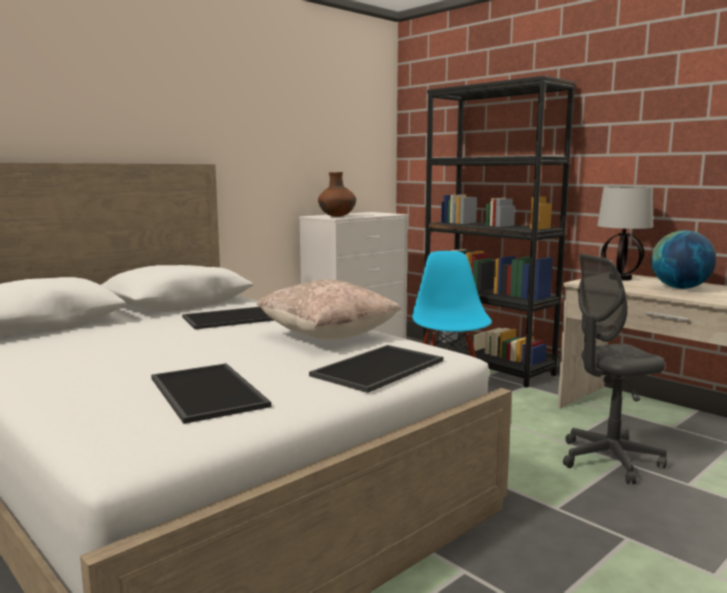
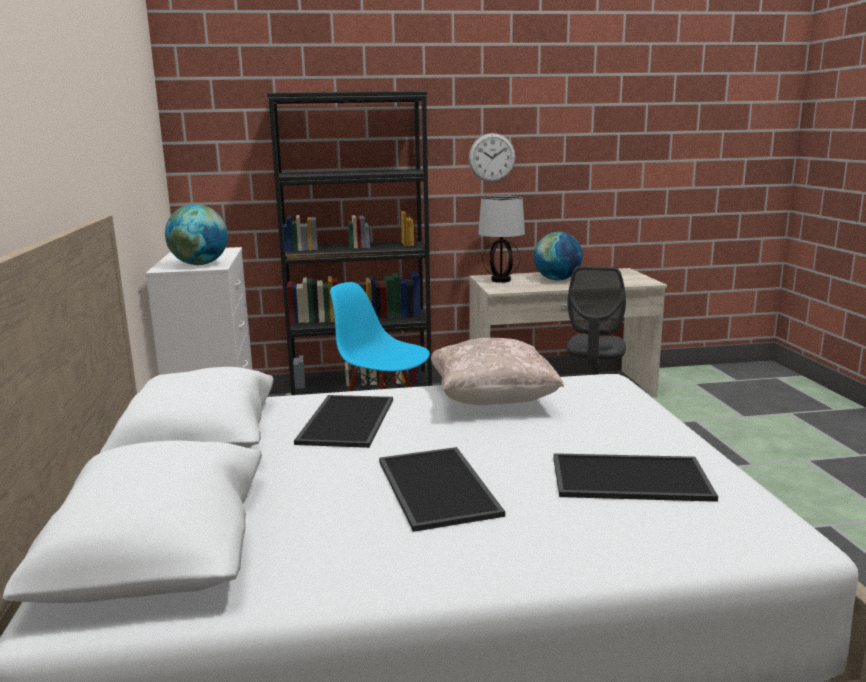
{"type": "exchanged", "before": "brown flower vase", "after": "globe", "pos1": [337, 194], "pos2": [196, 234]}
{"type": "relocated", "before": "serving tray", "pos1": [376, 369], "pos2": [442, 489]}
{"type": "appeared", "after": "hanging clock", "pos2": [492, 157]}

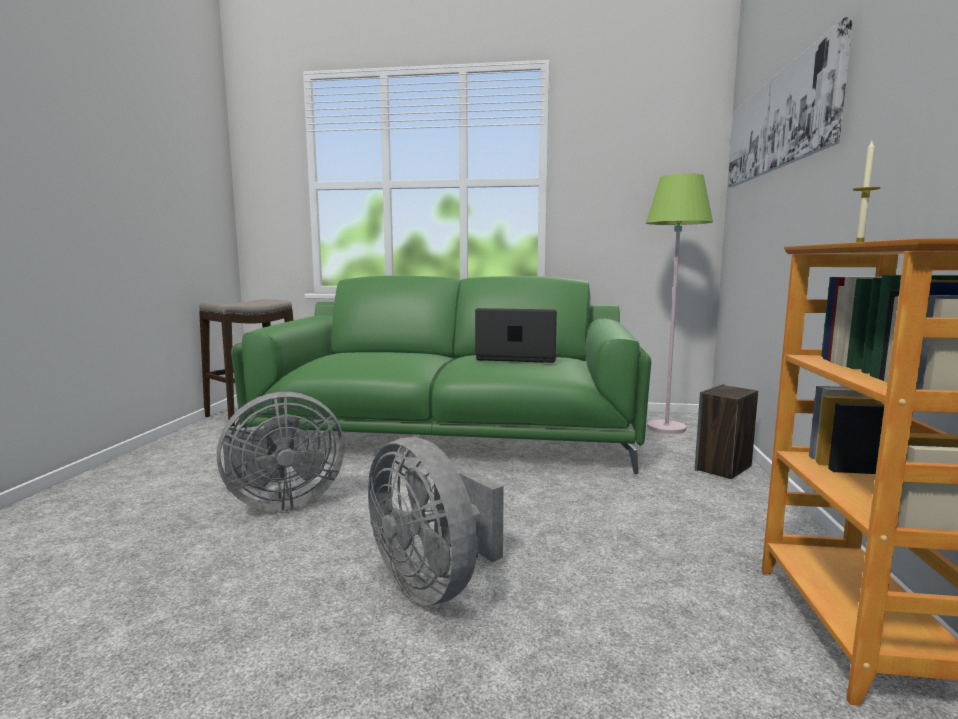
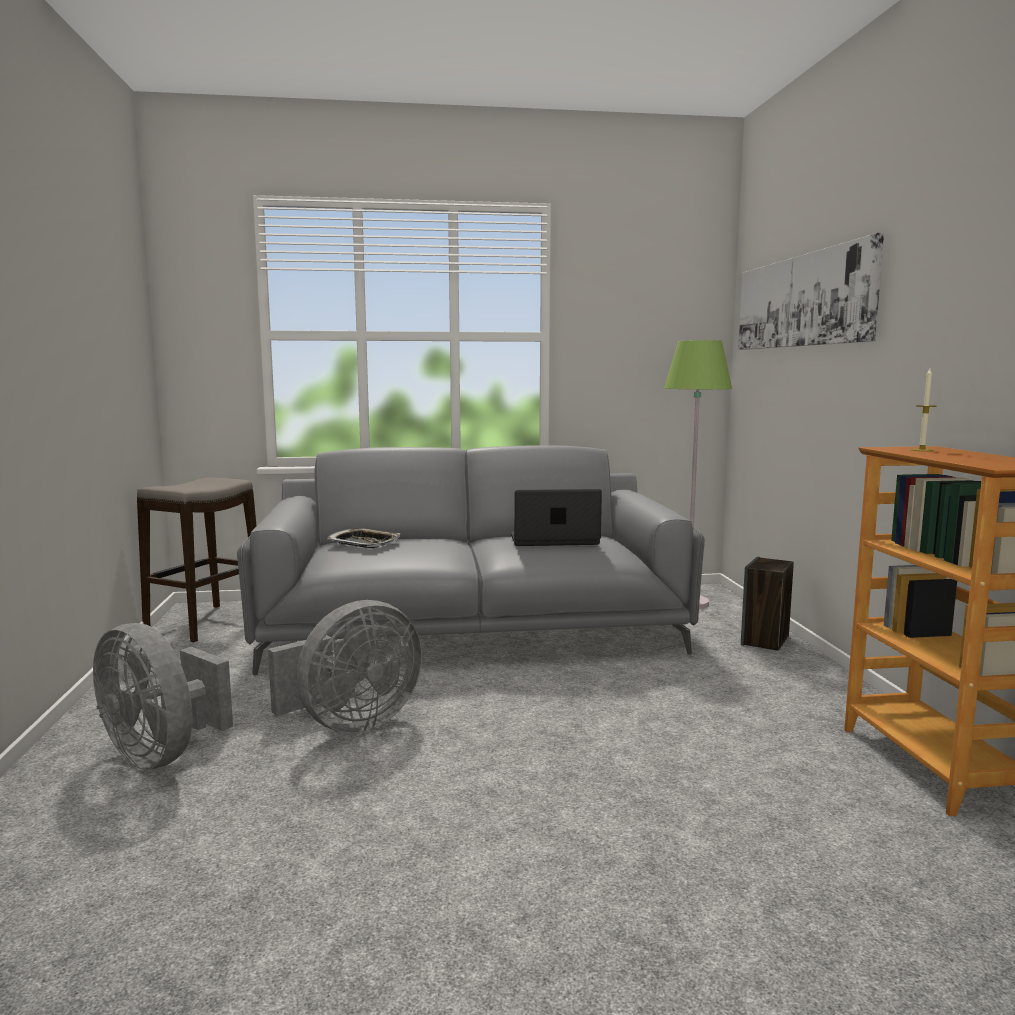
{"type": "relocated", "before": "greyish electric fan", "pos1": [436, 521], "pos2": [163, 696]}
{"type": "colour", "before": "green-coloured settee", "after": "greyish settee", "pos1": [441, 375], "pos2": [471, 560]}
{"type": "appeared", "after": "serving tray", "pos2": [363, 538]}

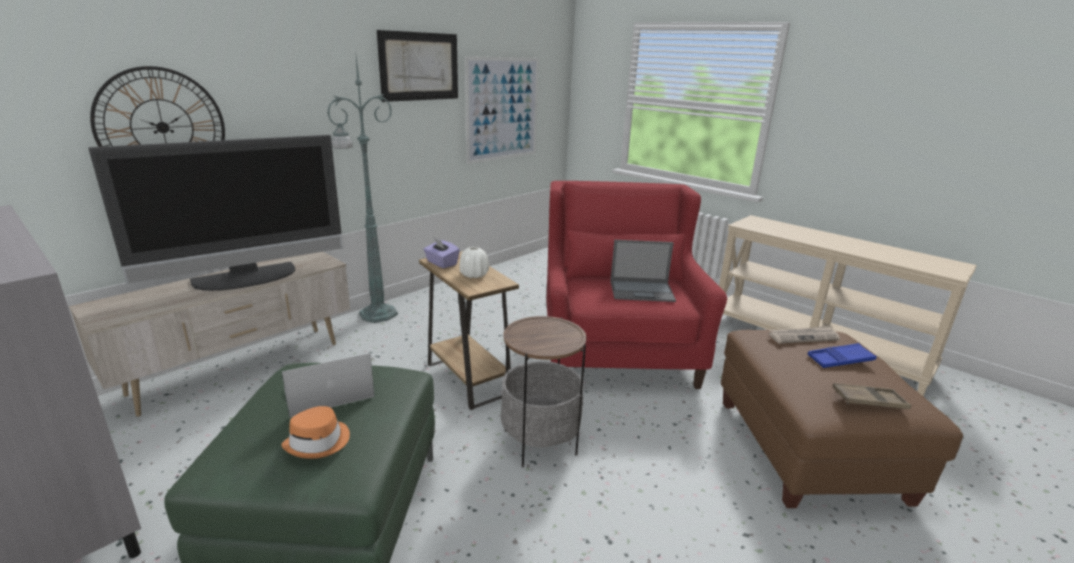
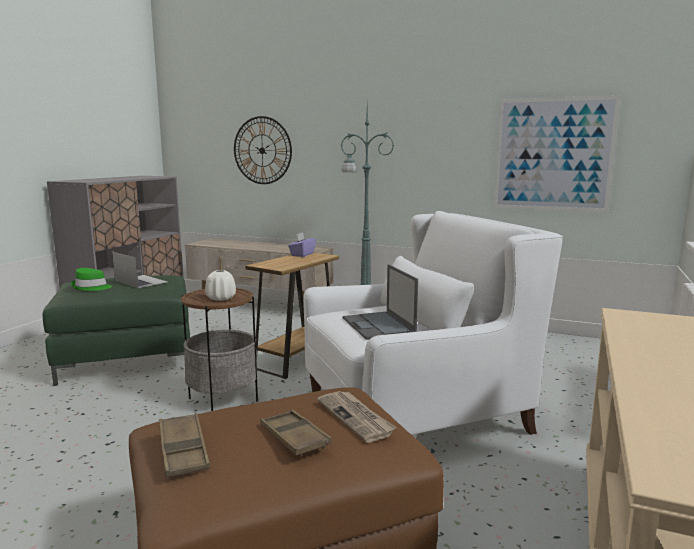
{"type": "colour", "before": "orangey clothing hat", "after": "green-coloured clothing hat", "pos1": [315, 432], "pos2": [91, 279]}
{"type": "relocated", "before": "whitish flower vase", "pos1": [474, 262], "pos2": [220, 285]}
{"type": "colour", "before": "blue-coloured serving tray", "after": "brown serving tray", "pos1": [842, 355], "pos2": [296, 433]}
{"type": "colour", "before": "reddish armchair", "after": "whitish armchair", "pos1": [636, 285], "pos2": [433, 323]}
{"type": "missing", "before": "TV set", "pos1": [215, 213]}
{"type": "missing", "before": "picture", "pos1": [417, 66]}

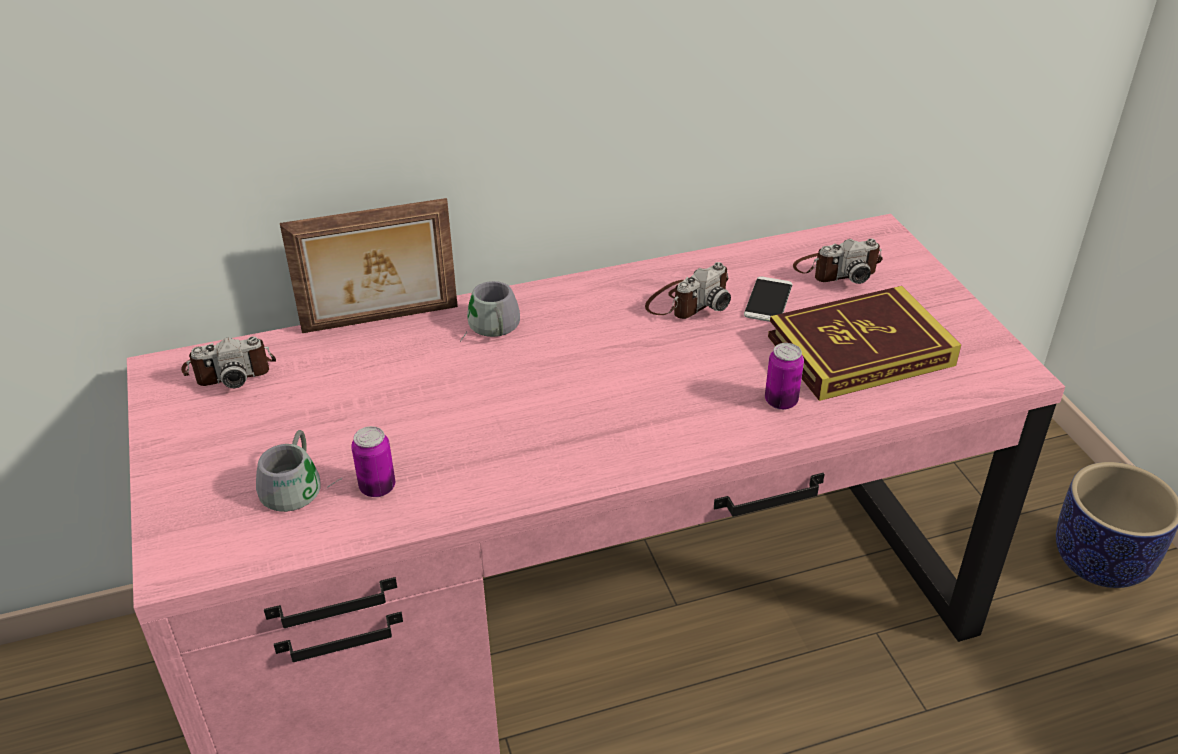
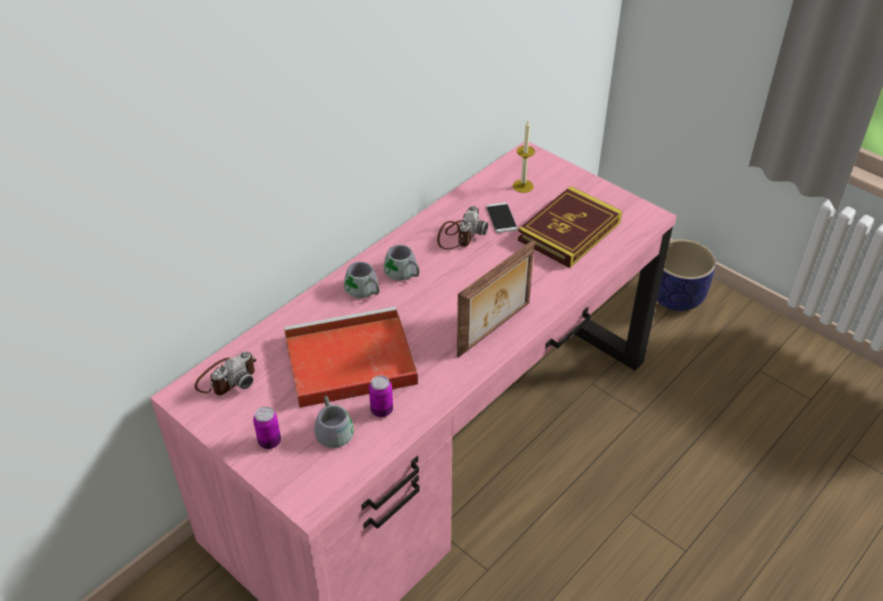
{"type": "relocated", "before": "sealed can", "pos1": [784, 376], "pos2": [267, 427]}
{"type": "appeared", "after": "reddish serving tray", "pos2": [351, 357]}
{"type": "appeared", "after": "greyish coffee mug", "pos2": [401, 266]}
{"type": "relocated", "before": "picture frame", "pos1": [369, 265], "pos2": [496, 299]}
{"type": "exchanged", "before": "photo camera", "after": "wax light", "pos1": [838, 261], "pos2": [524, 157]}

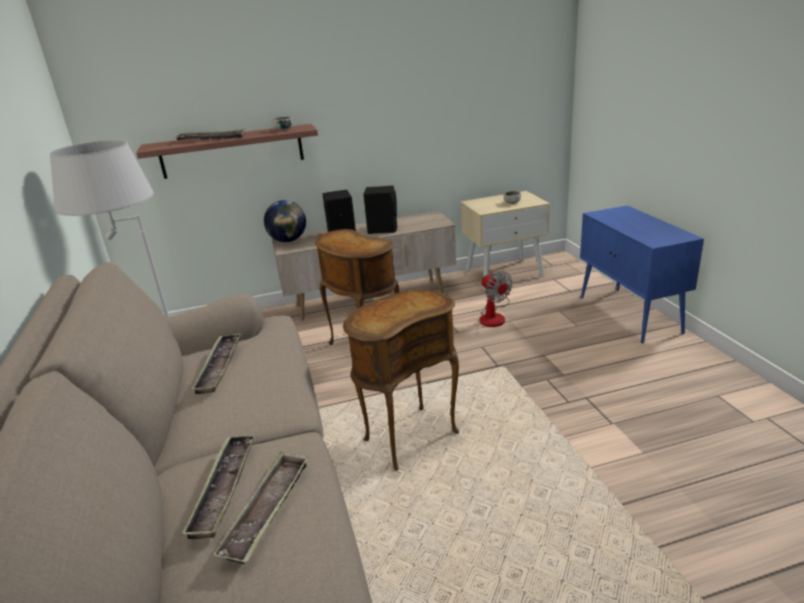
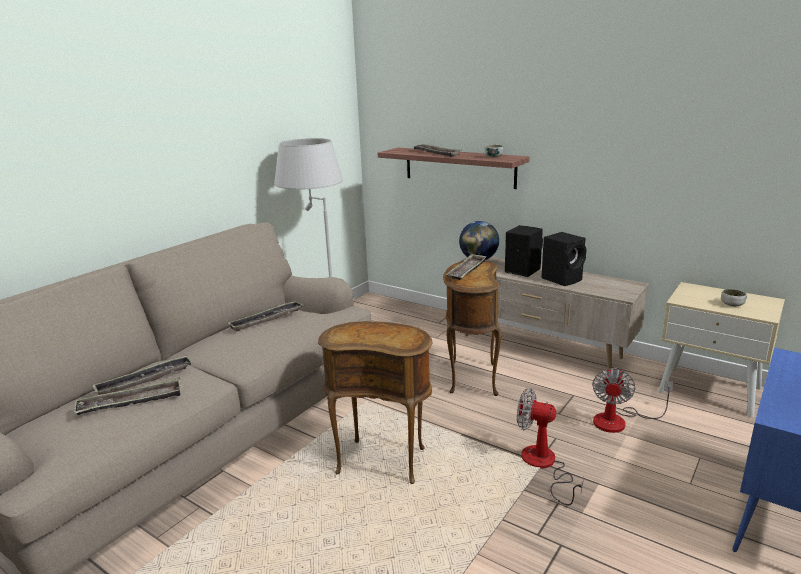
{"type": "appeared", "after": "serving tray", "pos2": [466, 267]}
{"type": "appeared", "after": "electric fan", "pos2": [550, 446]}

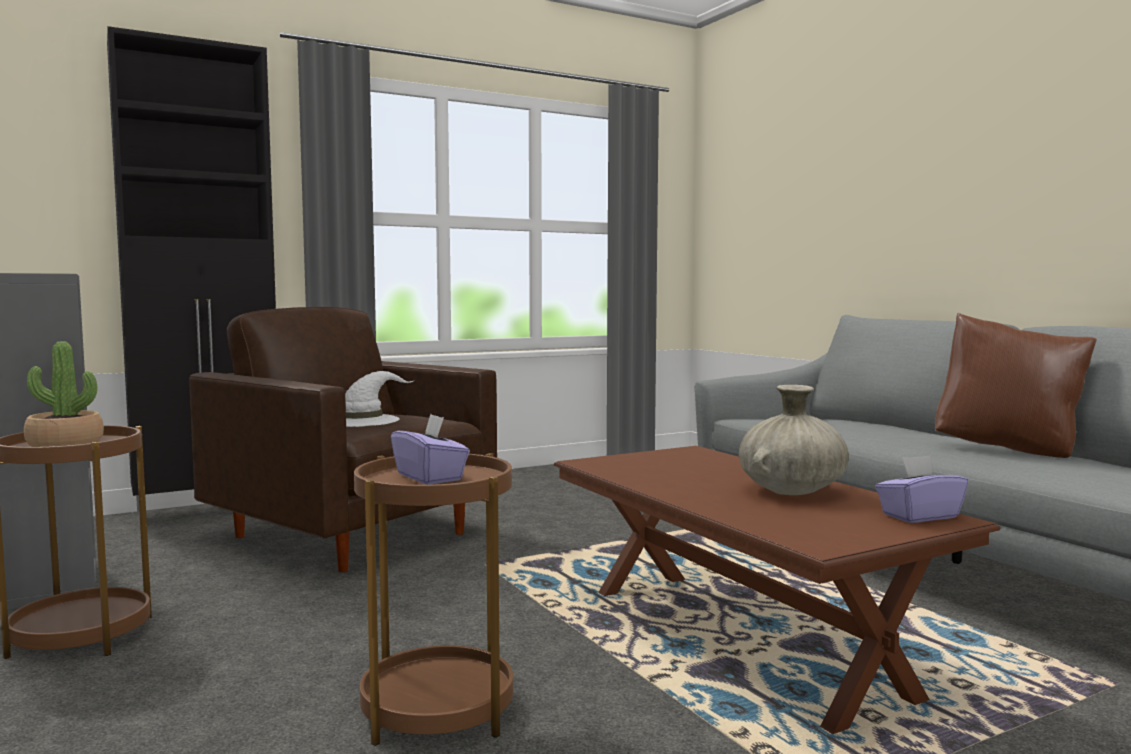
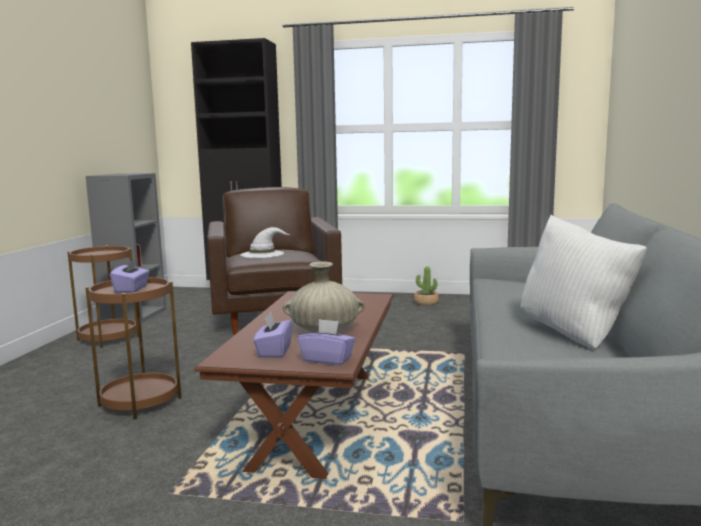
{"type": "appeared", "after": "purplish tissue holder", "pos2": [272, 335]}
{"type": "relocated", "before": "potted plant", "pos1": [64, 394], "pos2": [426, 286]}
{"type": "colour", "before": "brown throw pillow", "after": "whitish throw pillow", "pos1": [1016, 385], "pos2": [583, 282]}

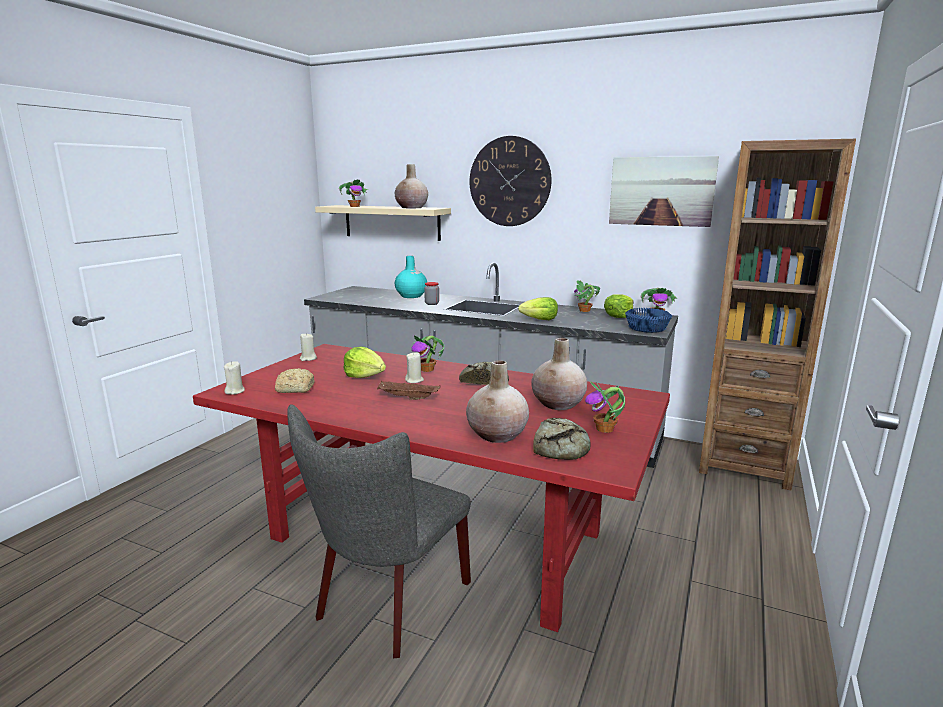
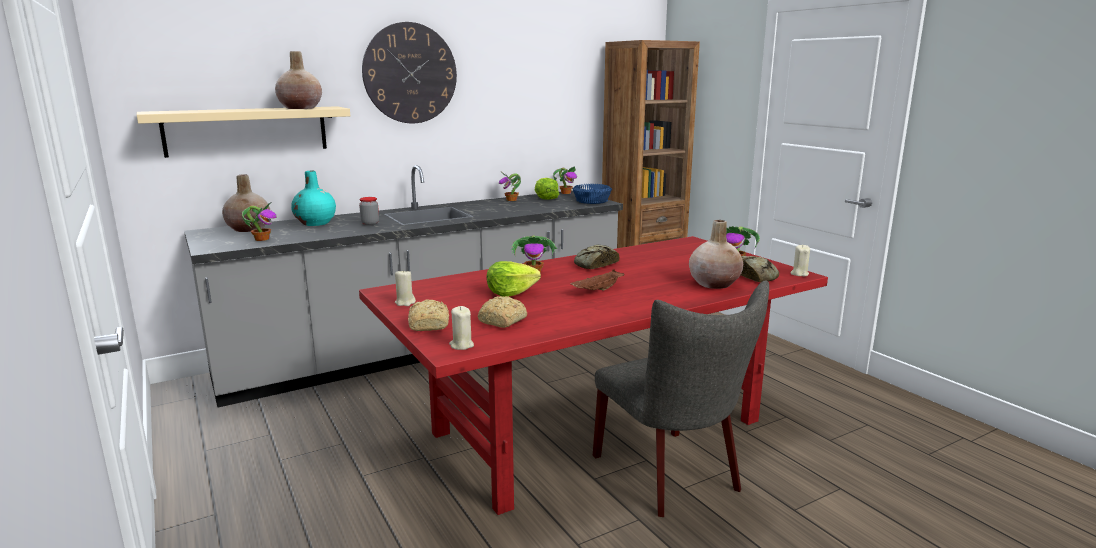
{"type": "relocated", "before": "sand-coloured flower vase", "pos1": [559, 374], "pos2": [246, 203]}
{"type": "relocated", "before": "potted plant", "pos1": [353, 193], "pos2": [259, 221]}
{"type": "appeared", "after": "baked bread", "pos2": [428, 315]}
{"type": "relocated", "before": "sand-coloured wax light", "pos1": [414, 367], "pos2": [800, 260]}
{"type": "missing", "before": "head of lettuce", "pos1": [538, 308]}
{"type": "missing", "before": "picture", "pos1": [664, 191]}

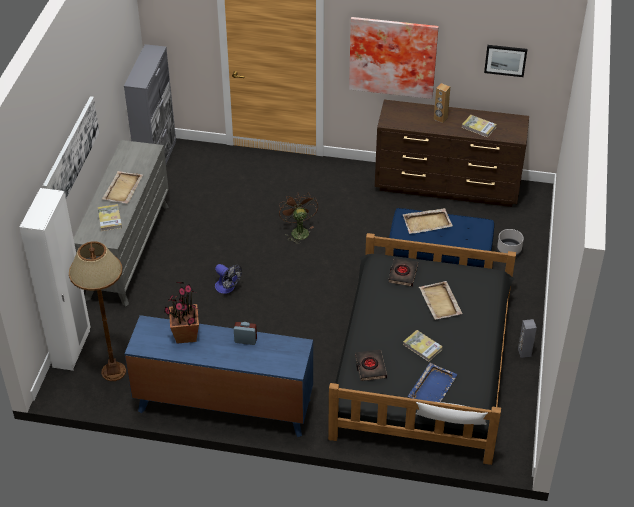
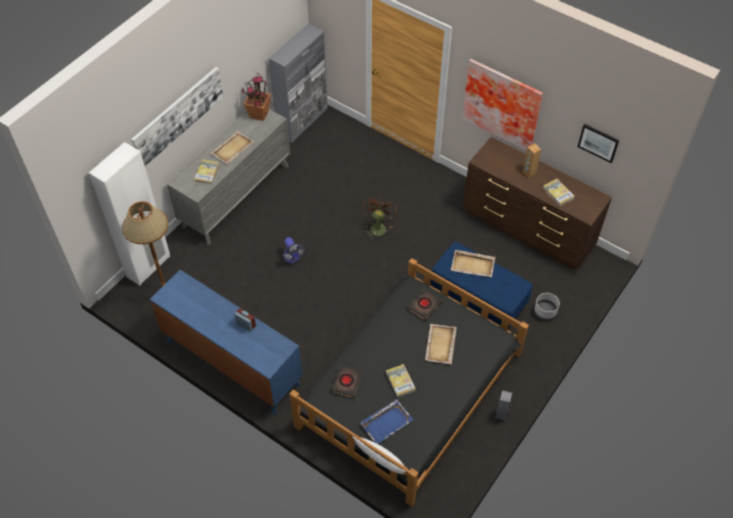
{"type": "relocated", "before": "potted plant", "pos1": [181, 313], "pos2": [256, 96]}

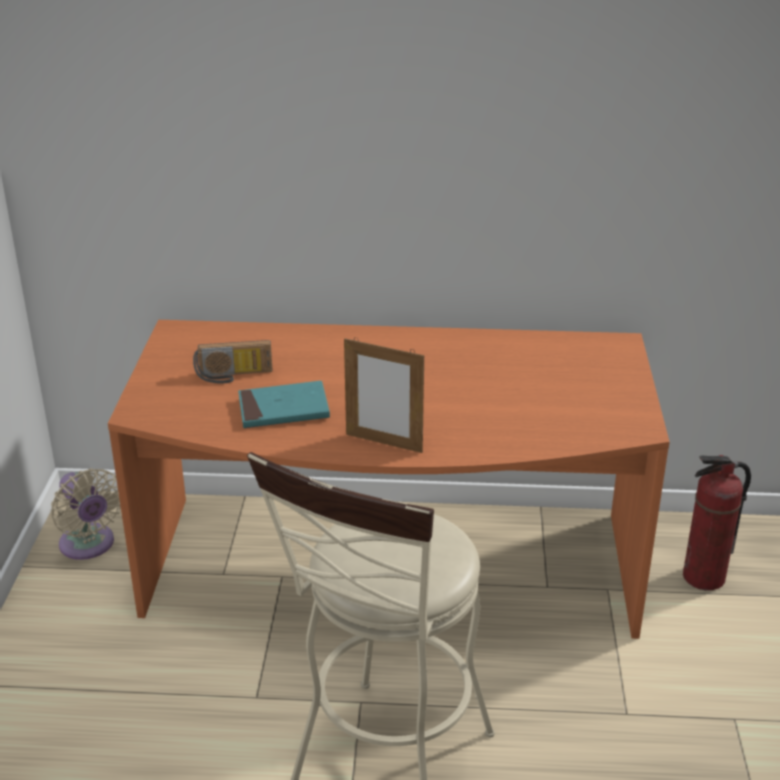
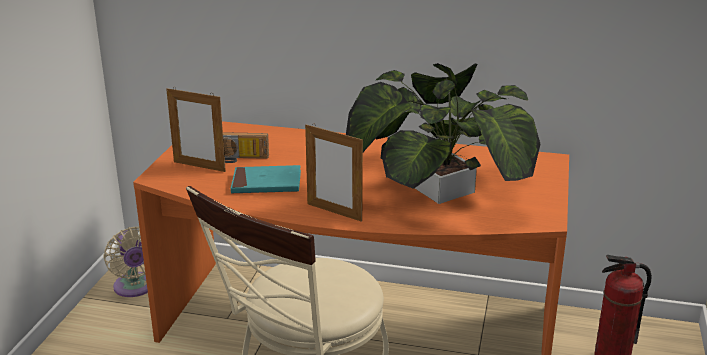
{"type": "appeared", "after": "picture frame", "pos2": [196, 129]}
{"type": "appeared", "after": "potted plant", "pos2": [443, 133]}

